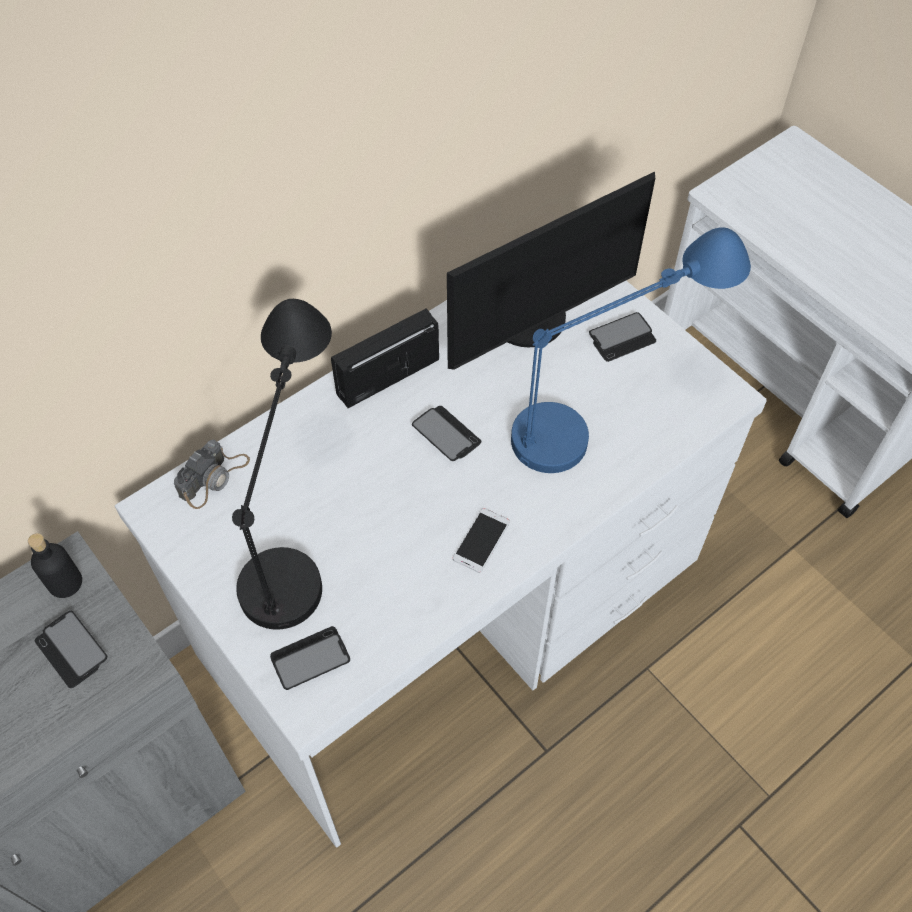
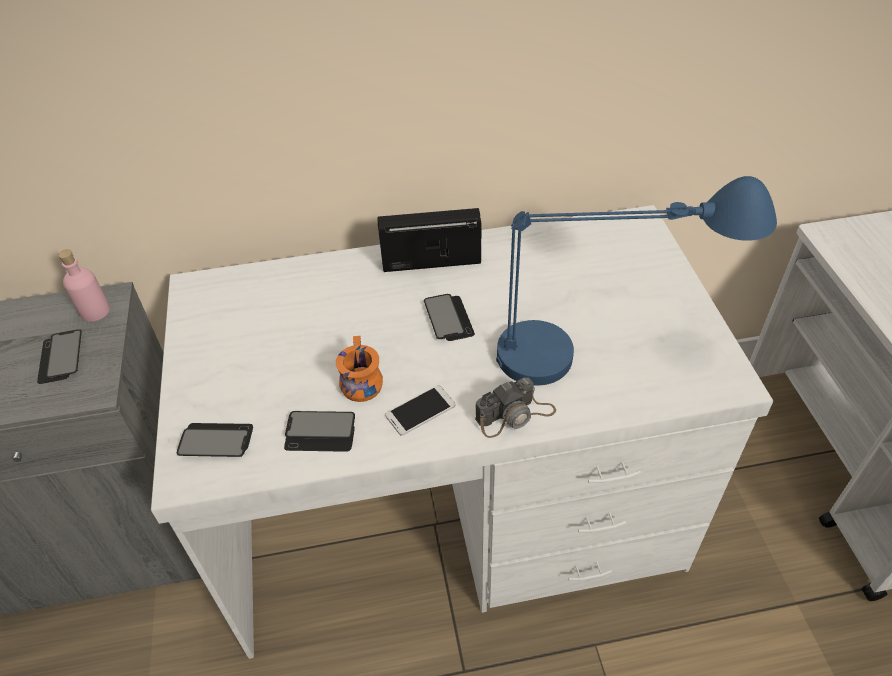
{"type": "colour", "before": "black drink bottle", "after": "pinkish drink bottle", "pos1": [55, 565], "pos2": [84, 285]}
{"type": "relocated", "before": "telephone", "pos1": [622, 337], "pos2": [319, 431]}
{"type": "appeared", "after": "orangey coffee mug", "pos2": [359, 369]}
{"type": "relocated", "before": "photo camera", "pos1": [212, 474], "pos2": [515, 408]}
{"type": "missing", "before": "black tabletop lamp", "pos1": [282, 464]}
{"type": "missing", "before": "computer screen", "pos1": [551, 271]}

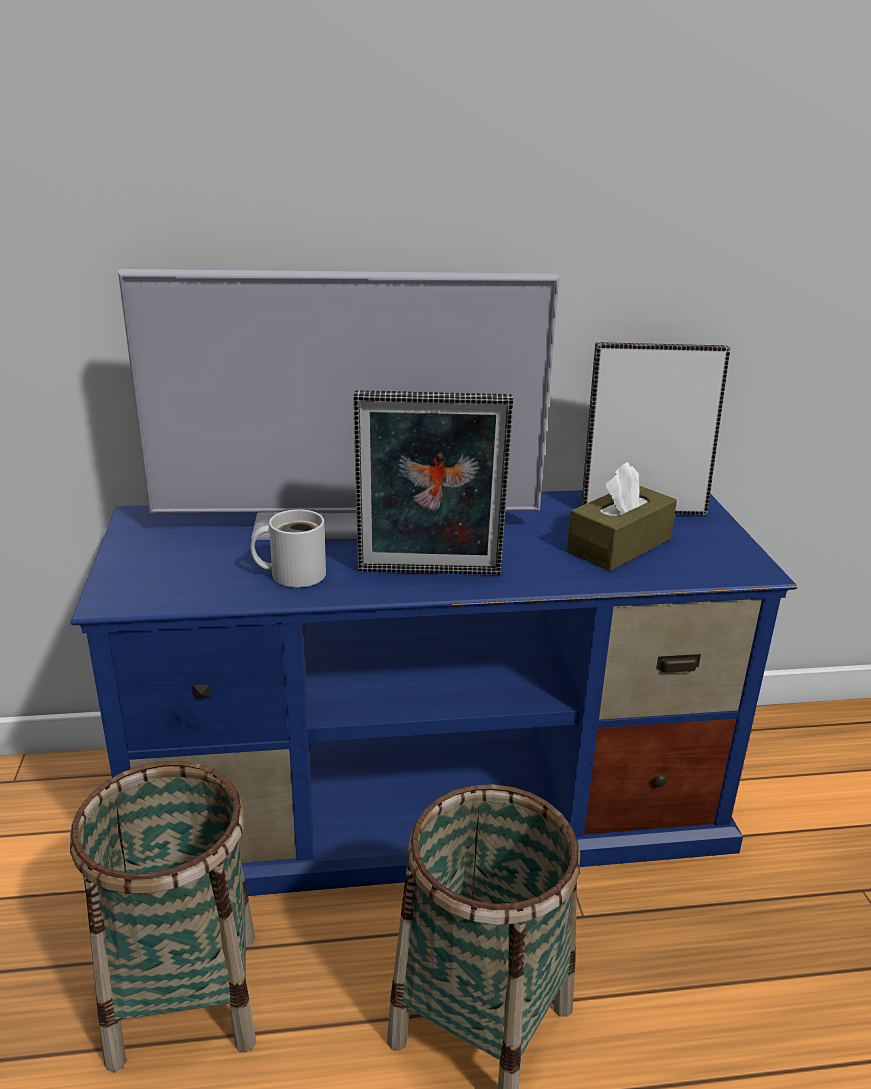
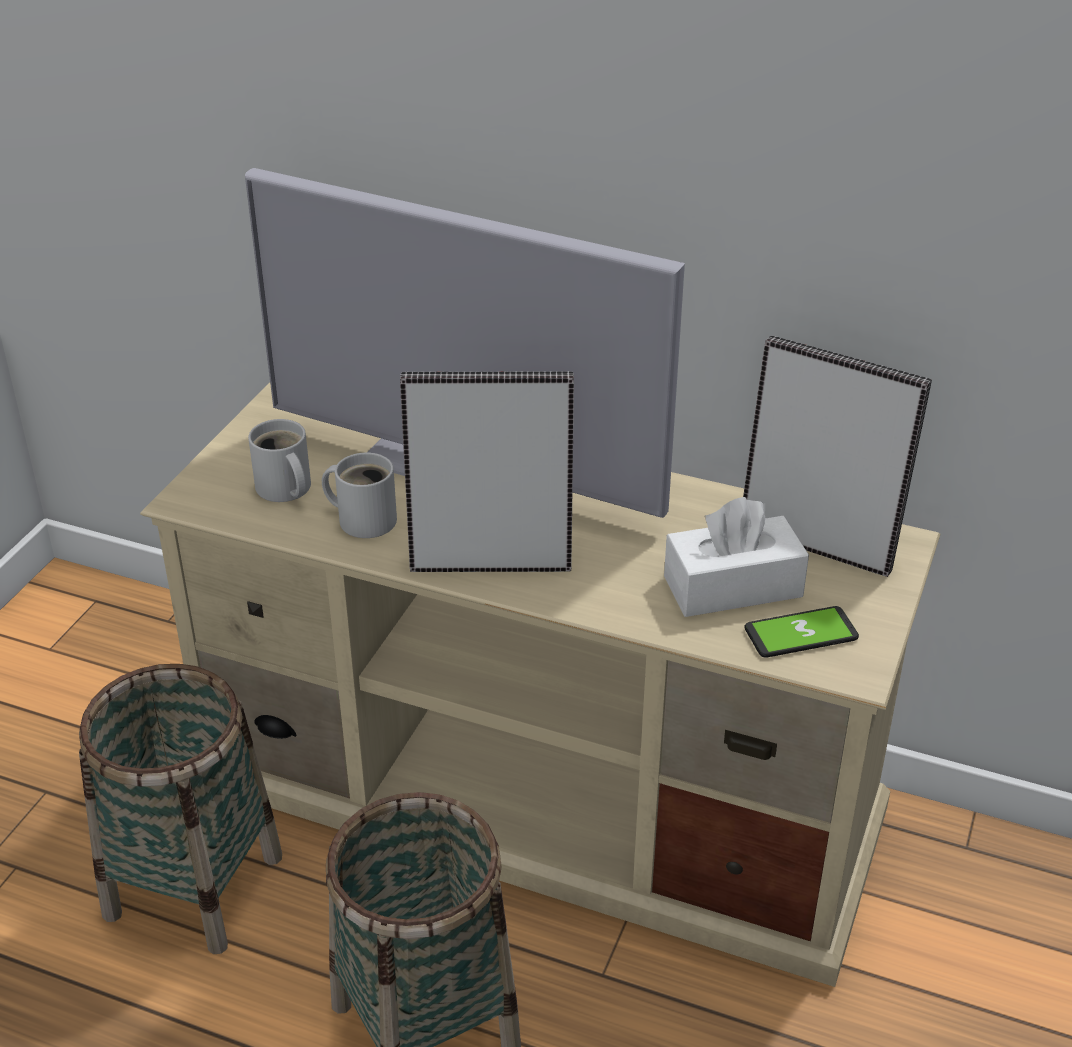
{"type": "colour", "before": "blue-coloured tv unit", "after": "sand-coloured tv unit", "pos1": [434, 693], "pos2": [540, 685]}
{"type": "appeared", "after": "whitish coffee mug", "pos2": [279, 460]}
{"type": "spun", "before": "picture frame", "pos1": [433, 482], "pos2": [487, 471], "turn": 150}
{"type": "colour", "before": "brown tissue holder", "after": "whitish tissue holder", "pos1": [622, 516], "pos2": [736, 557]}
{"type": "appeared", "after": "telephone", "pos2": [801, 632]}

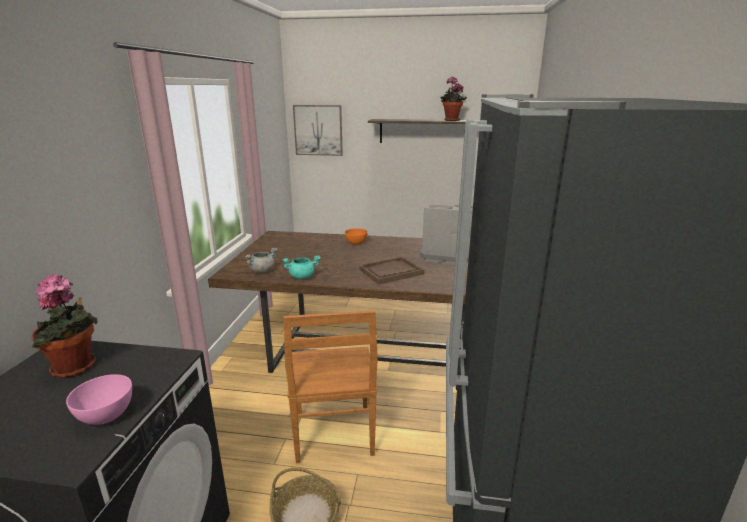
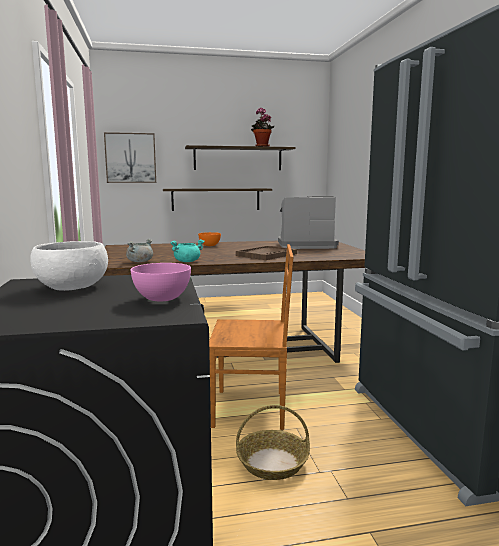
{"type": "exchanged", "before": "potted plant", "after": "whitish deep dish", "pos1": [64, 326], "pos2": [69, 266]}
{"type": "appeared", "after": "shelf", "pos2": [217, 199]}
{"type": "spun", "before": "brown upright chair", "pos1": [330, 387], "pos2": [251, 337], "turn": -60}

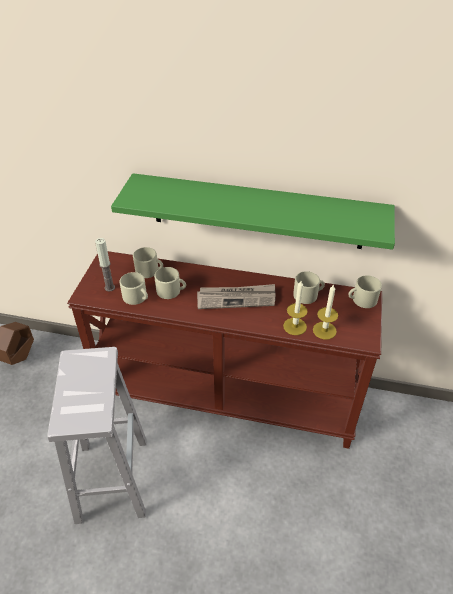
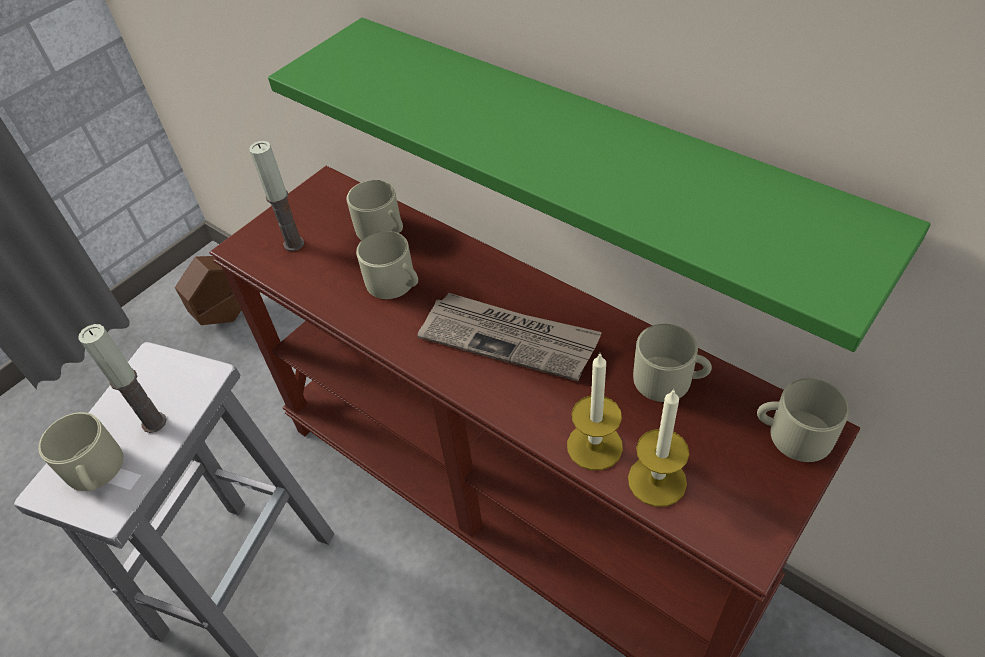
{"type": "relocated", "before": "sand-coloured coffee mug", "pos1": [133, 288], "pos2": [80, 451]}
{"type": "appeared", "after": "wax light", "pos2": [122, 378]}

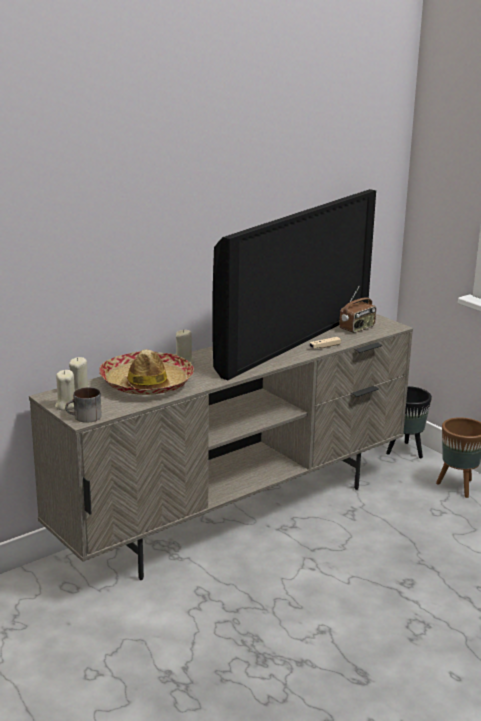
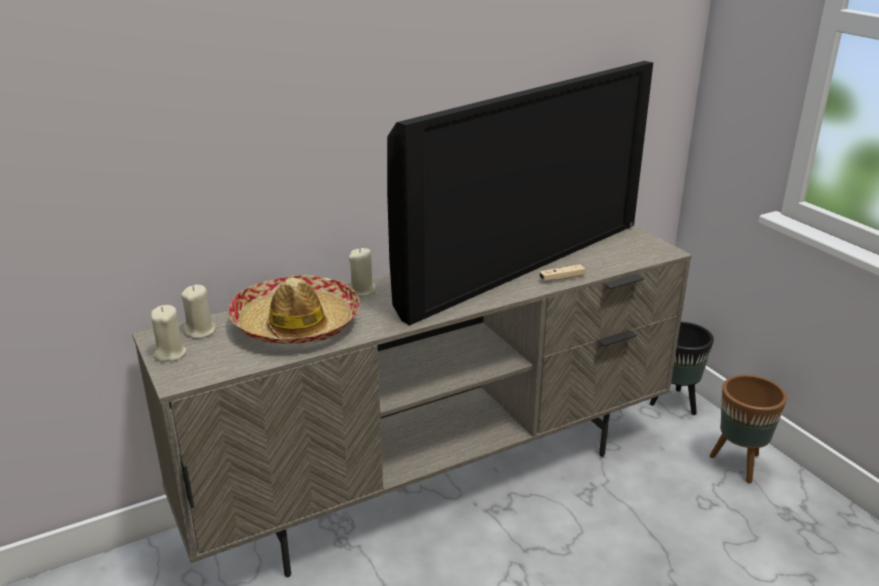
{"type": "missing", "before": "coffee mug", "pos1": [83, 405]}
{"type": "missing", "before": "radio set", "pos1": [357, 309]}

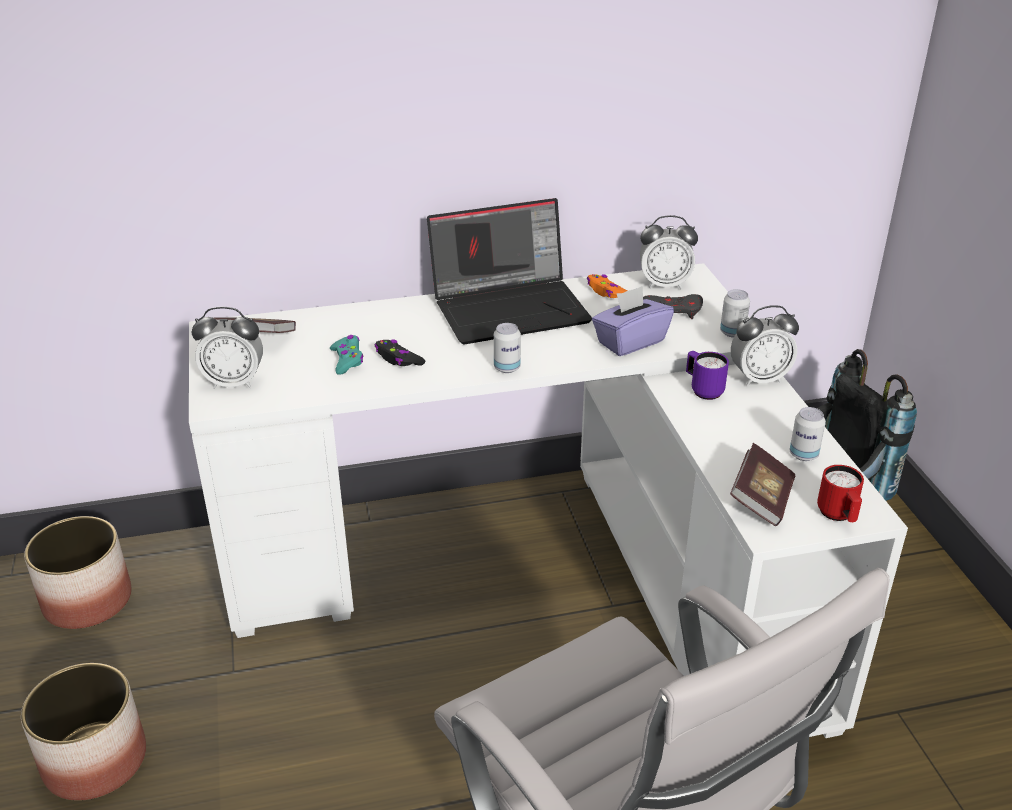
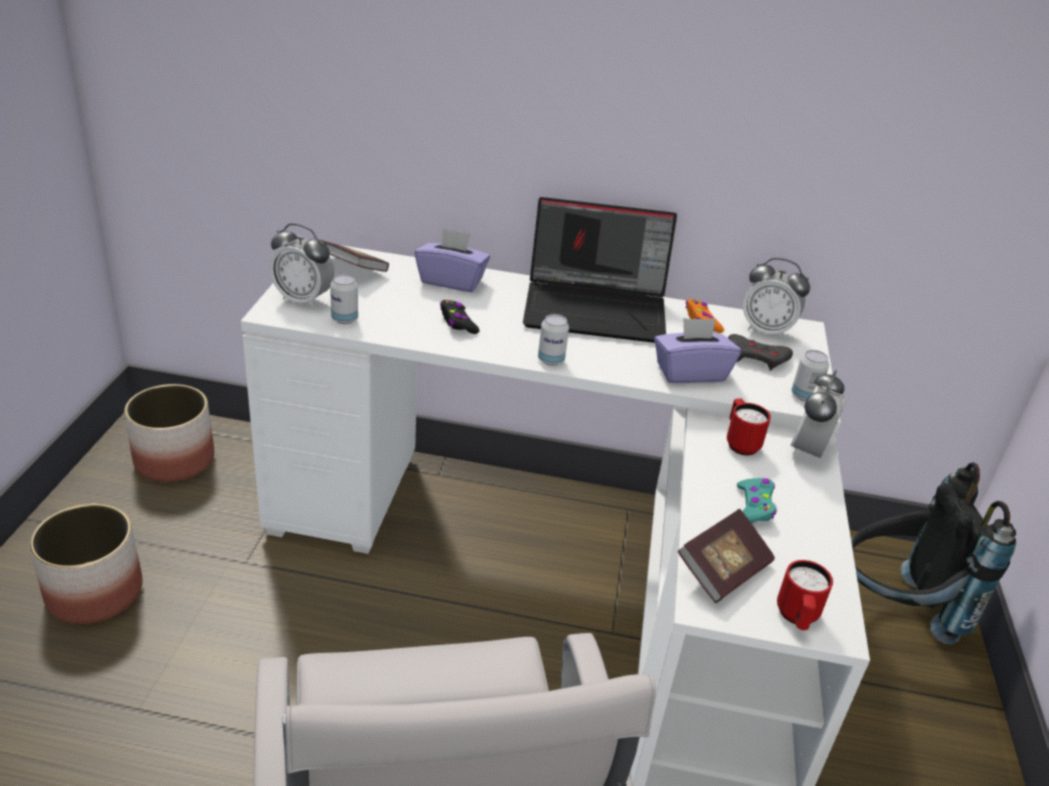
{"type": "relocated", "before": "sealed can", "pos1": [808, 434], "pos2": [344, 299]}
{"type": "appeared", "after": "purplish tissue holder", "pos2": [452, 260]}
{"type": "colour", "before": "purplish coffee mug", "after": "reddish coffee mug", "pos1": [707, 375], "pos2": [749, 426]}
{"type": "relocated", "before": "blue-green game controller", "pos1": [346, 355], "pos2": [756, 501]}
{"type": "spun", "before": "table clock", "pos1": [765, 346], "pos2": [818, 414], "turn": 105}

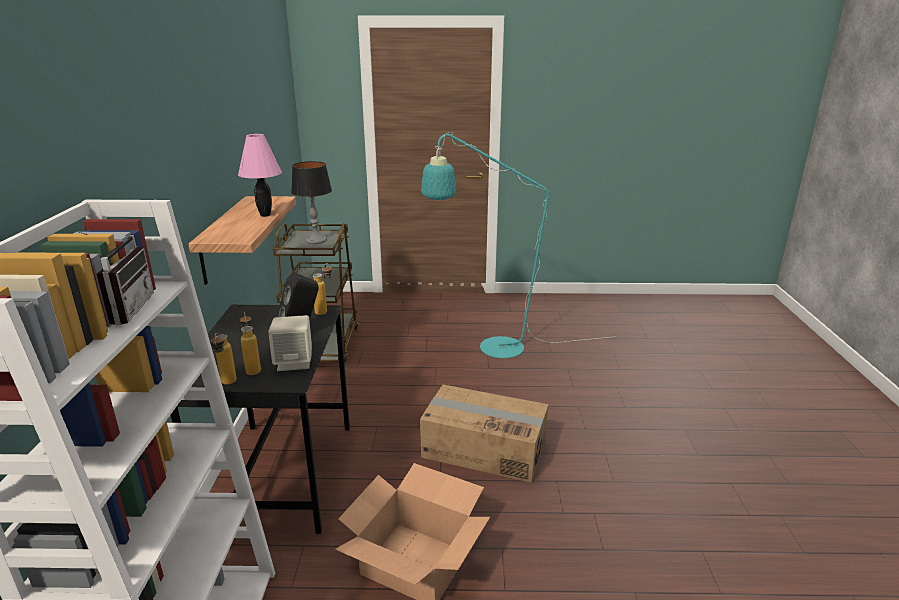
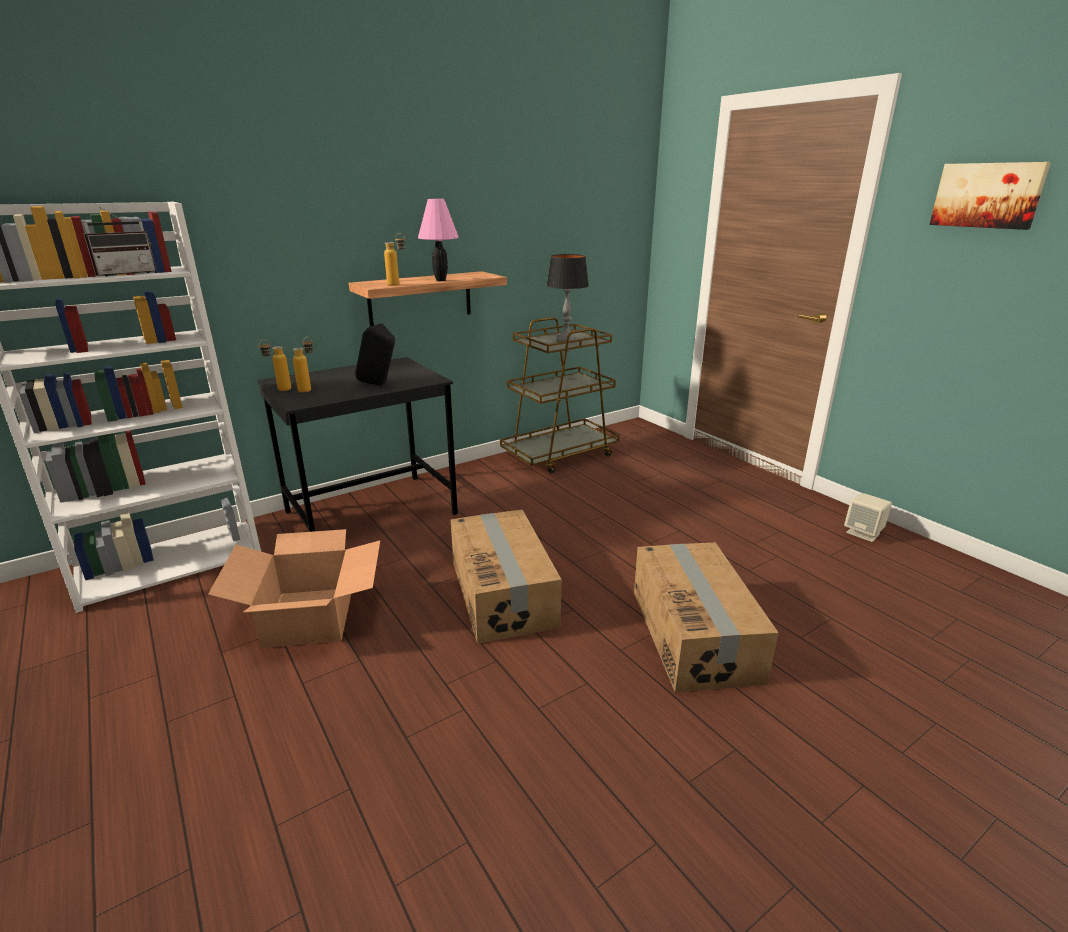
{"type": "relocated", "before": "drink bottle", "pos1": [322, 289], "pos2": [394, 259]}
{"type": "appeared", "after": "cardboard box", "pos2": [706, 617]}
{"type": "relocated", "before": "sand-coloured speaker", "pos1": [290, 343], "pos2": [868, 517]}
{"type": "appeared", "after": "picture", "pos2": [990, 196]}
{"type": "missing", "before": "blue-green floor lamp", "pos1": [518, 245]}

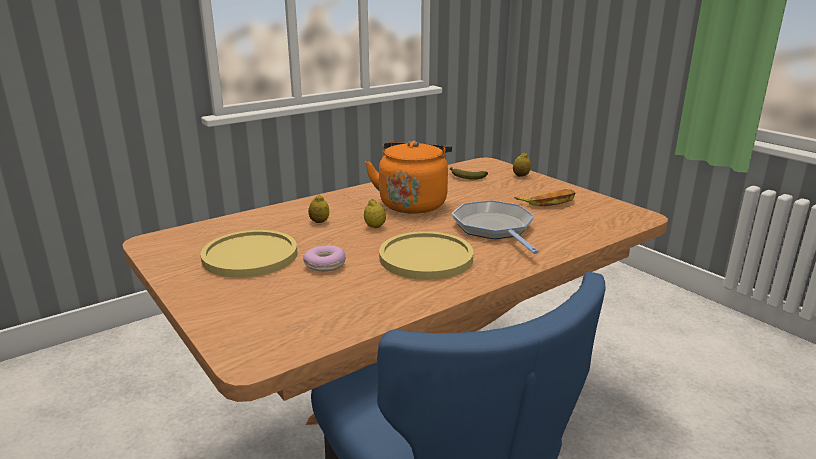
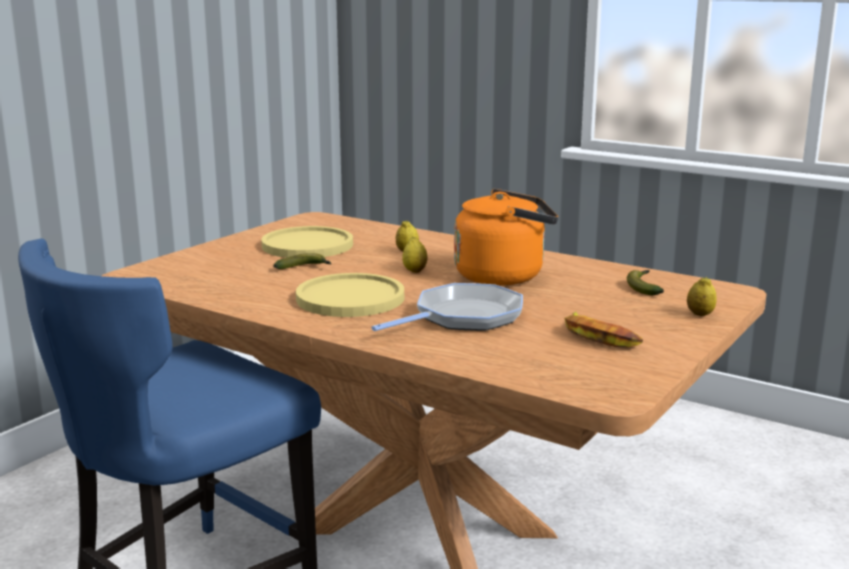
{"type": "exchanged", "before": "ring doughnut", "after": "banana fruit", "pos1": [324, 258], "pos2": [302, 261]}

